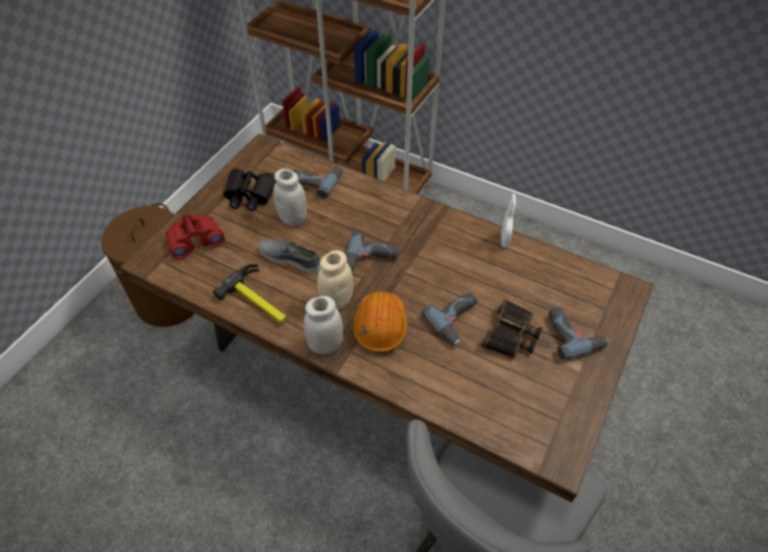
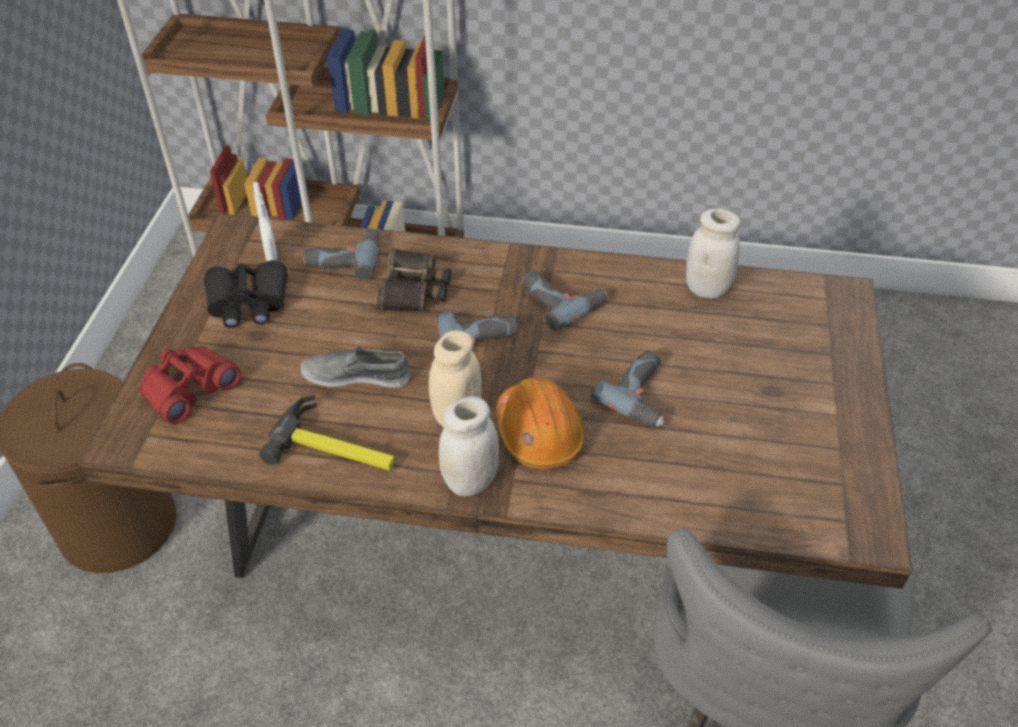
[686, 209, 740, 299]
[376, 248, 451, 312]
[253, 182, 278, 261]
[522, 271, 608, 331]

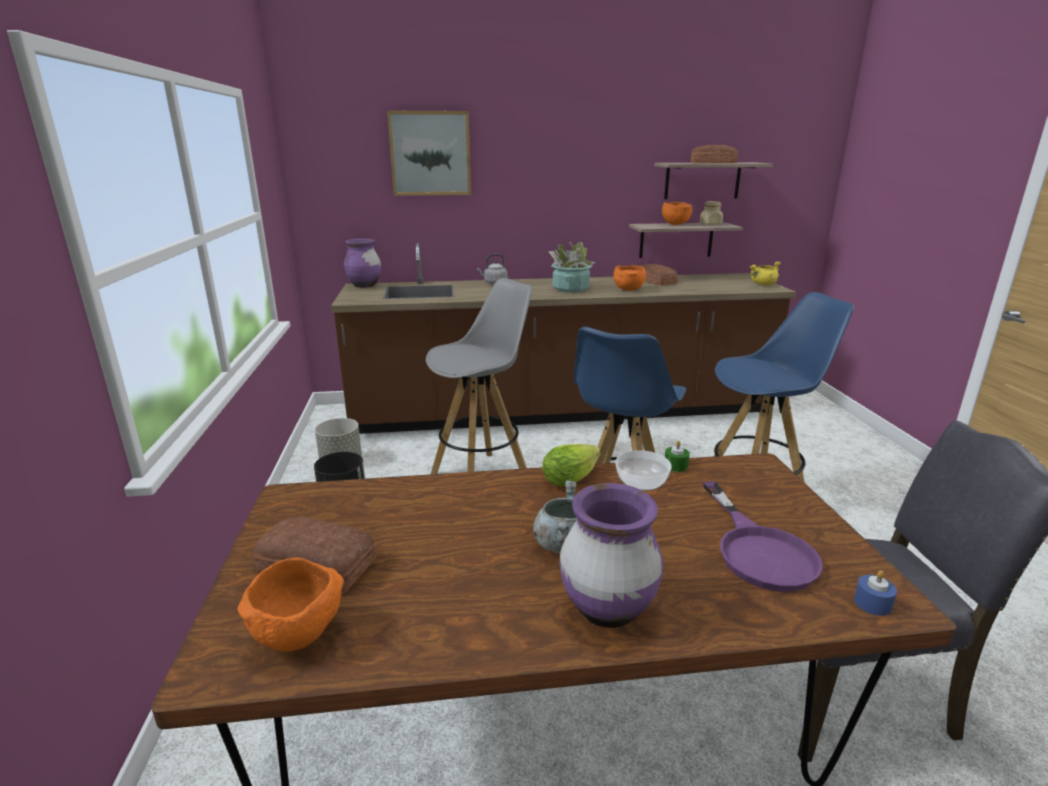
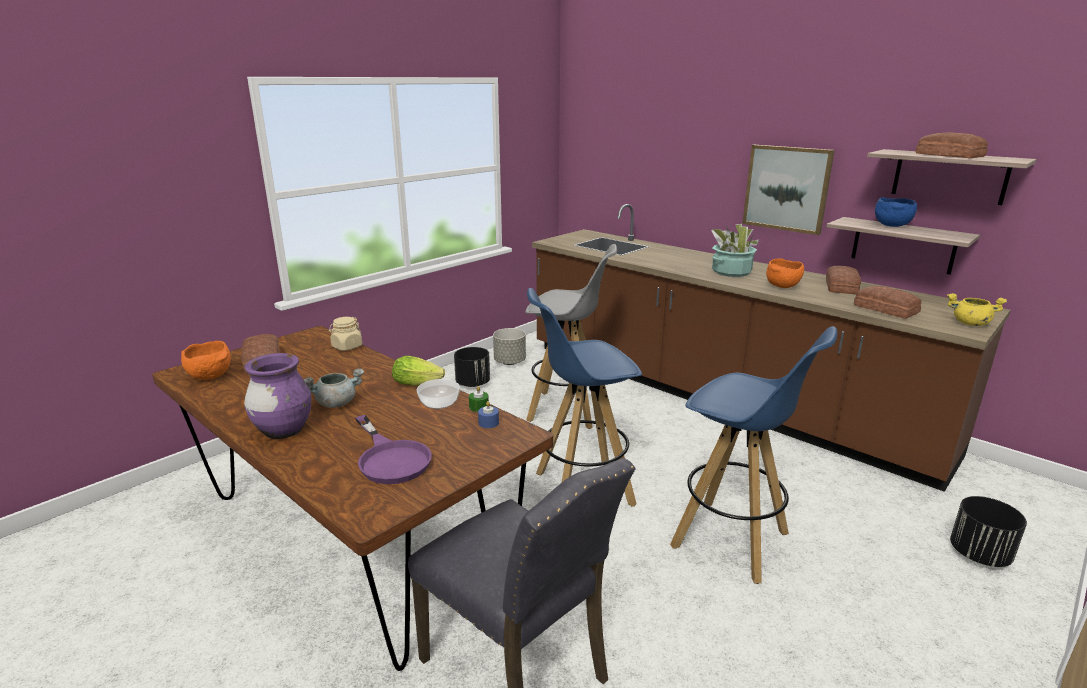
[344, 239, 381, 288] (first image)
[477, 254, 508, 284] (first image)
[854, 286, 921, 319]
[950, 496, 1027, 567]
[742, 145, 835, 235]
[329, 317, 362, 351]
[478, 401, 499, 428]
[875, 197, 917, 227]
[355, 415, 432, 484]

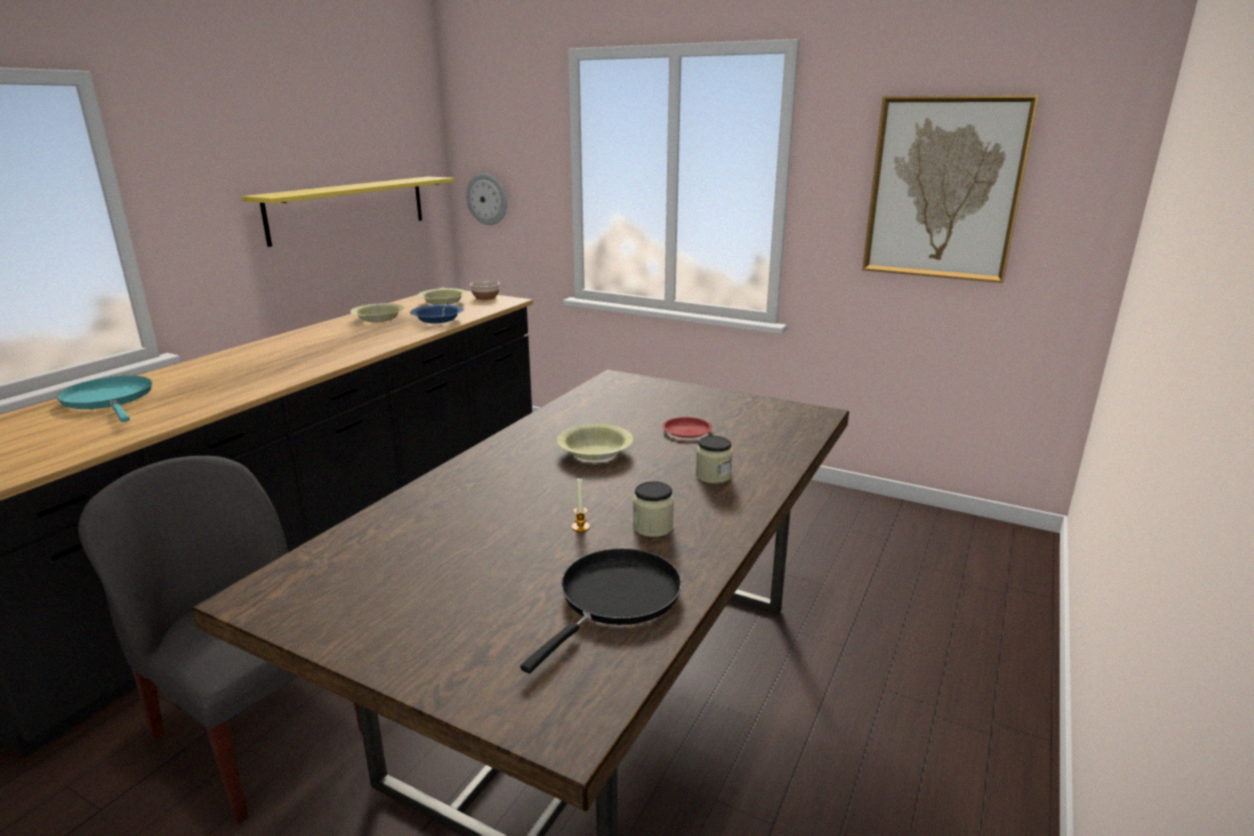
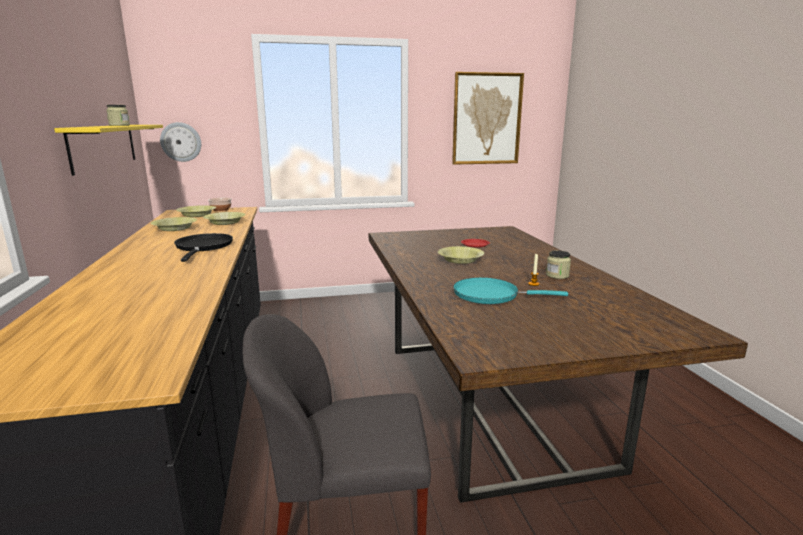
[453, 278, 568, 304]
[174, 233, 233, 262]
[106, 105, 130, 126]
[203, 212, 246, 225]

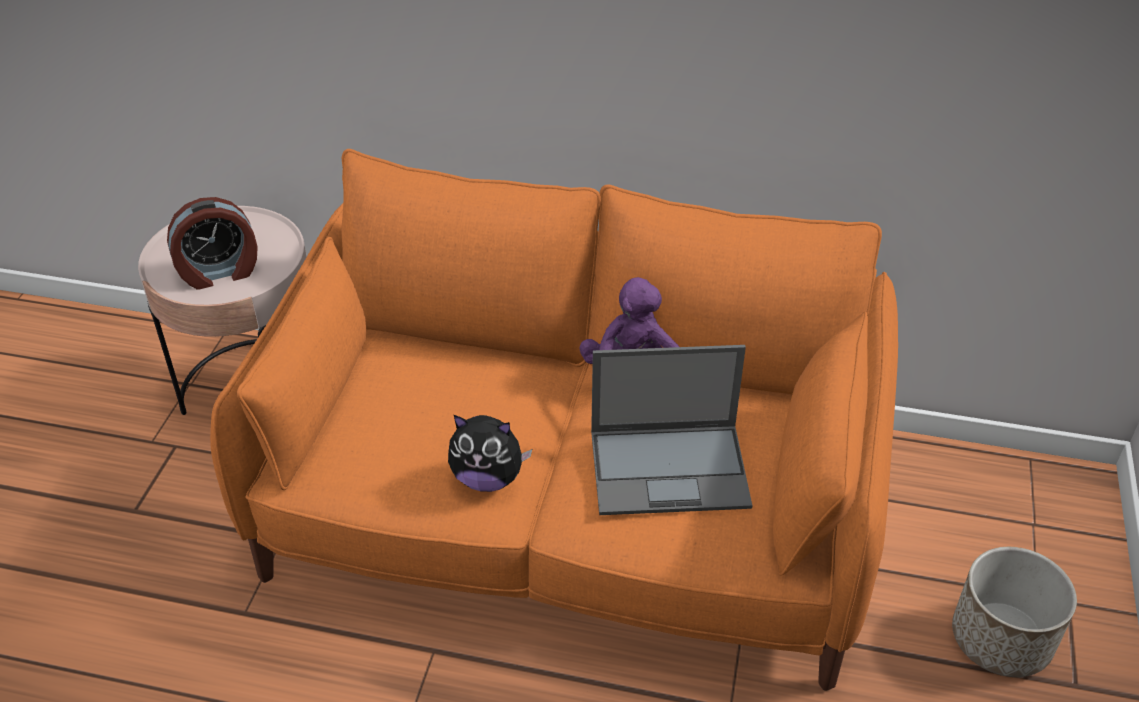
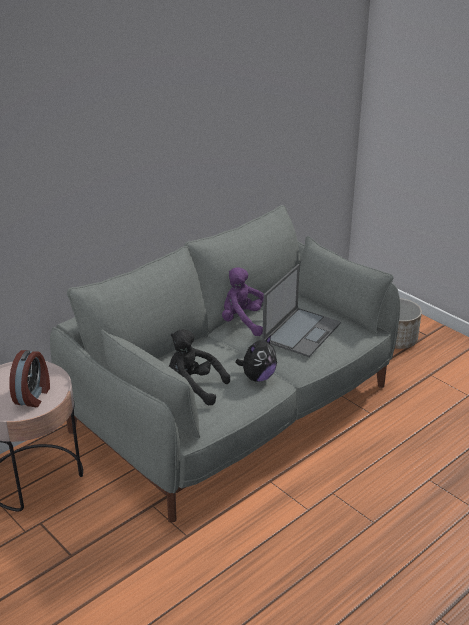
[169, 329, 230, 405]
[50, 205, 400, 522]

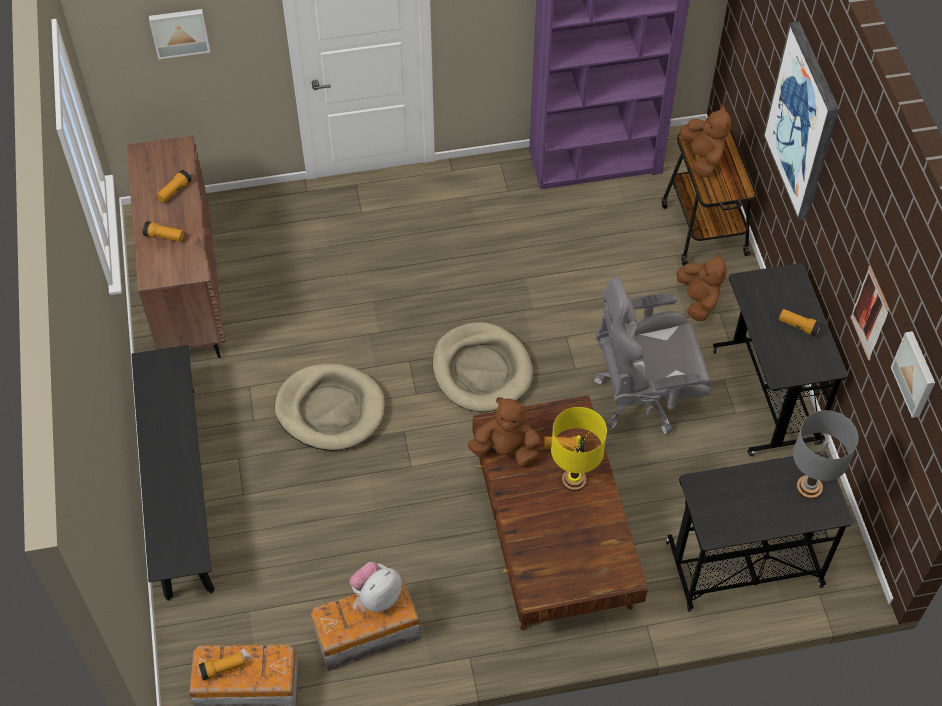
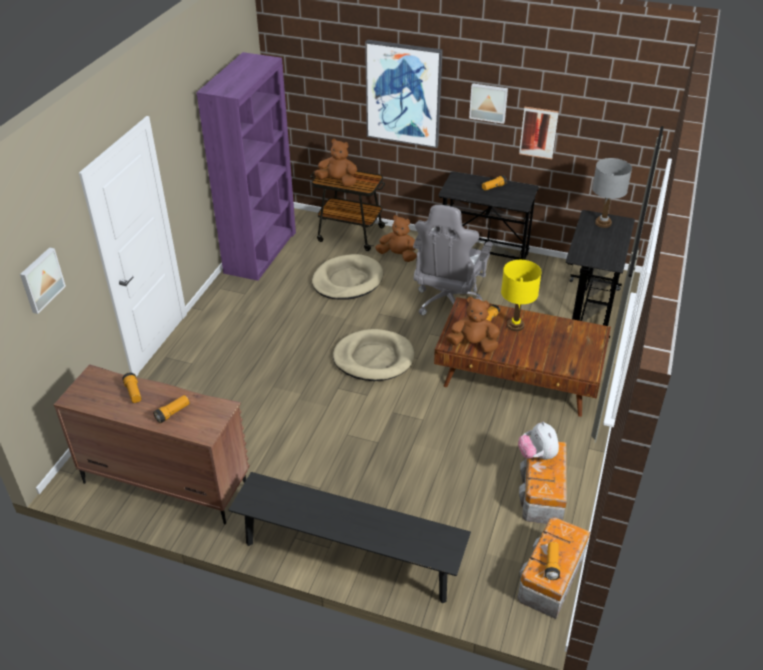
[312, 254, 383, 300]
[469, 83, 508, 124]
[446, 297, 500, 353]

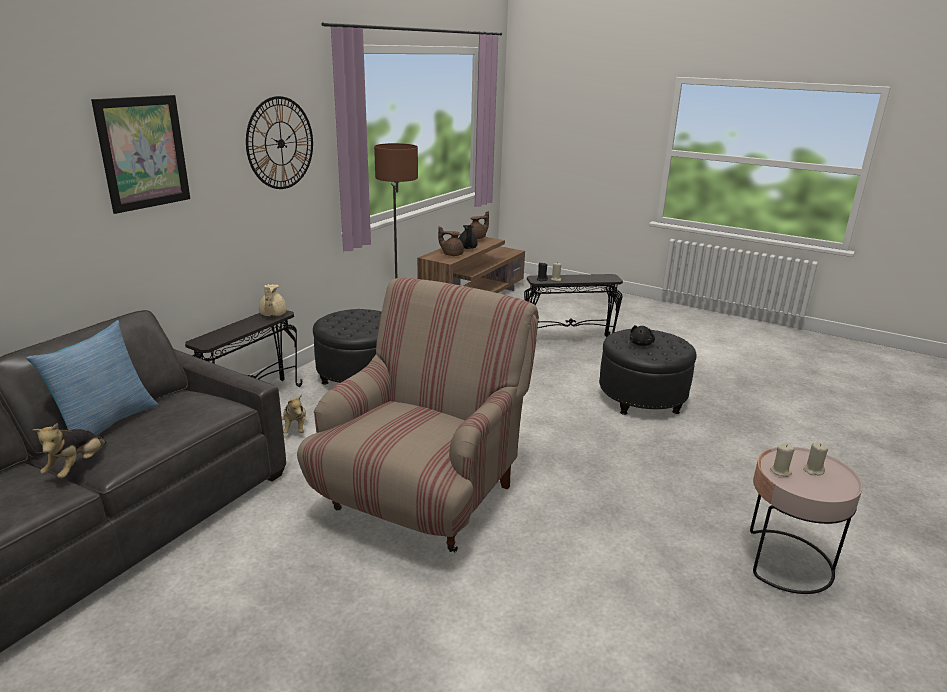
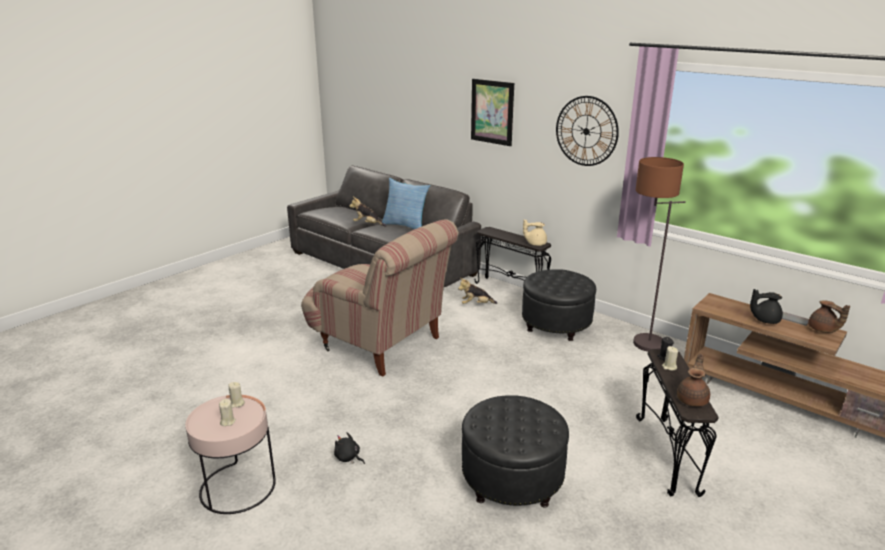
[677, 353, 710, 406]
[334, 432, 365, 464]

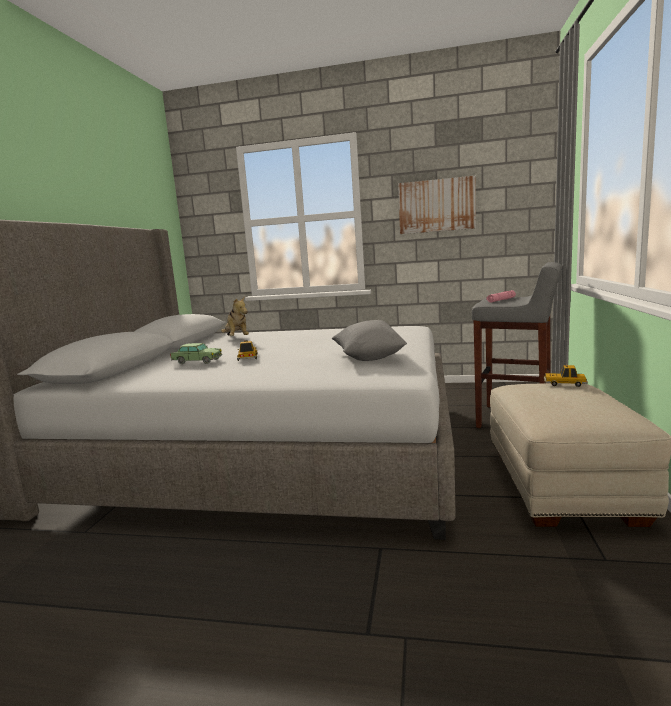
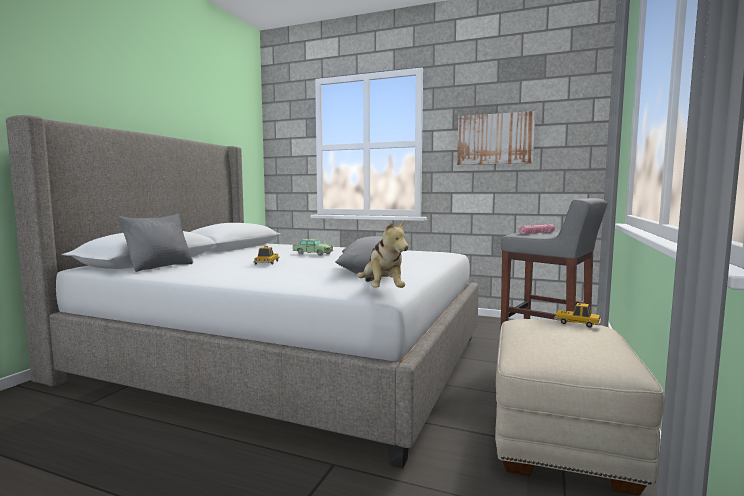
[118, 214, 193, 272]
[293, 239, 333, 256]
[357, 219, 408, 288]

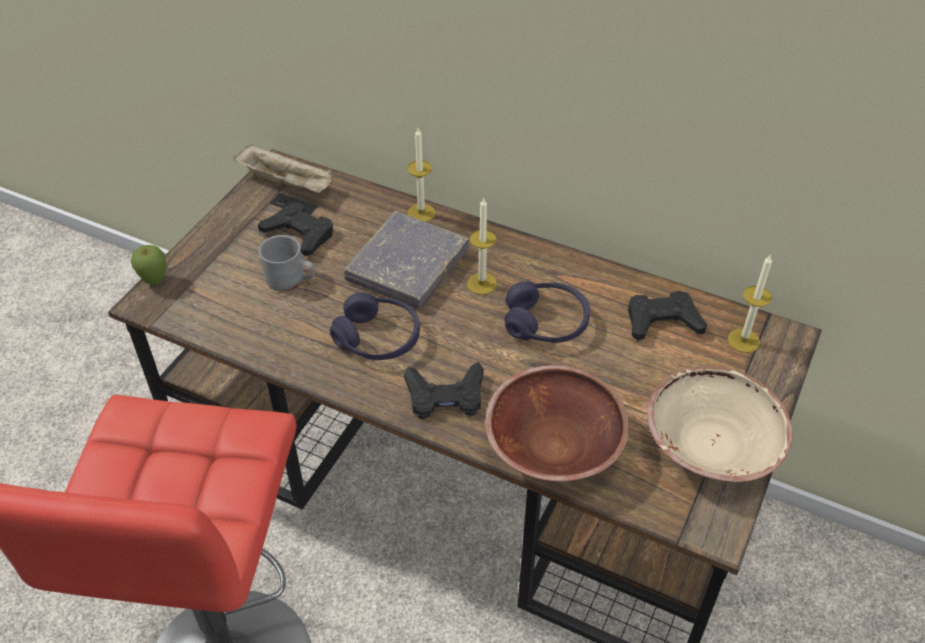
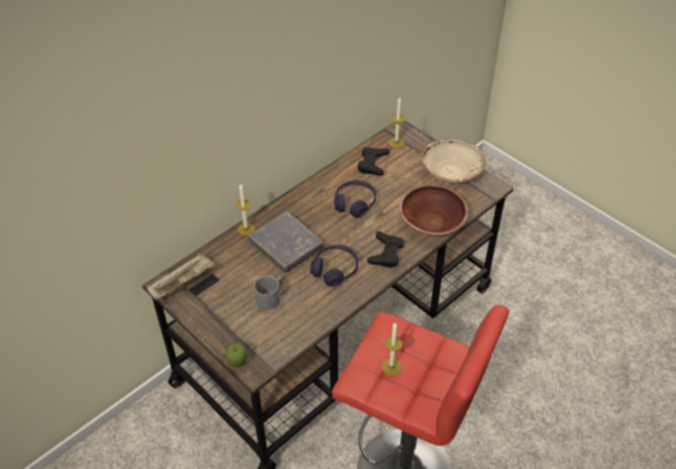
[258, 202, 333, 256] (first image)
[382, 322, 402, 376]

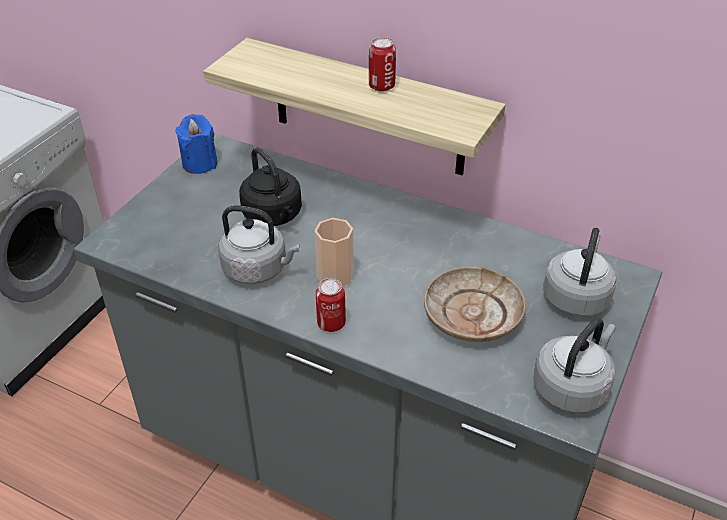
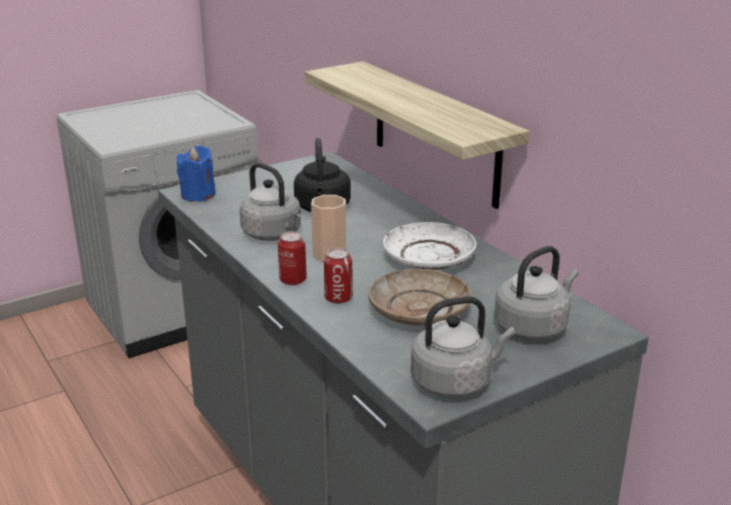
[383, 222, 477, 271]
[177, 146, 216, 201]
[324, 248, 353, 304]

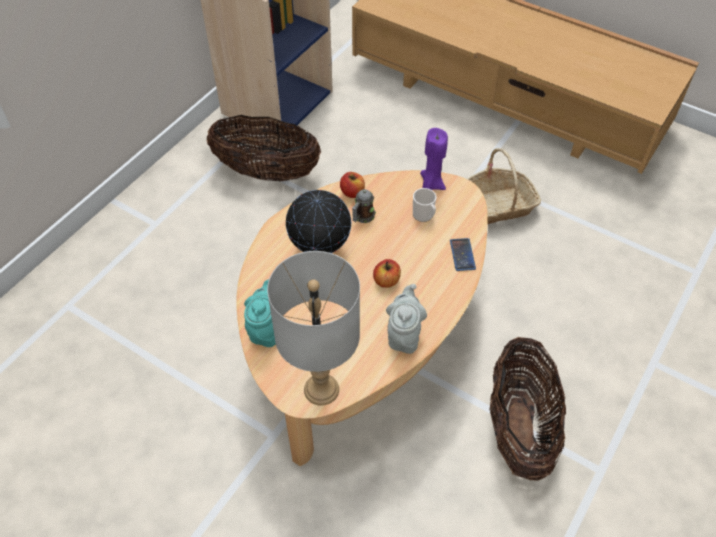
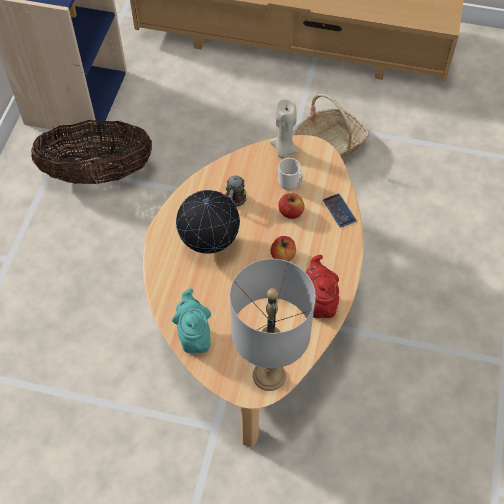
[489, 337, 566, 481] (first image)
[278, 193, 304, 219]
[306, 255, 339, 318]
[270, 99, 300, 159]

